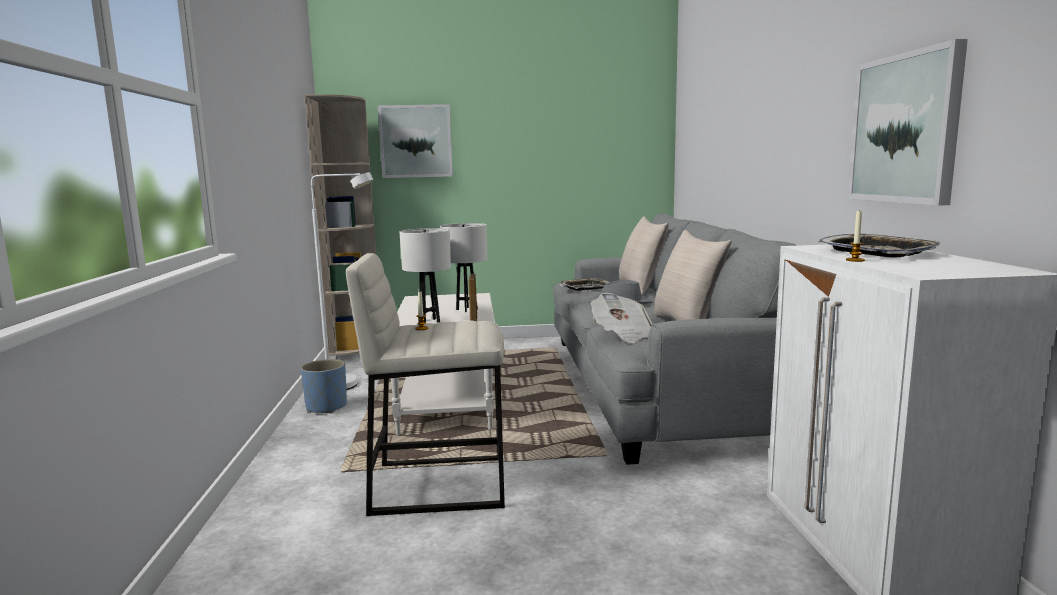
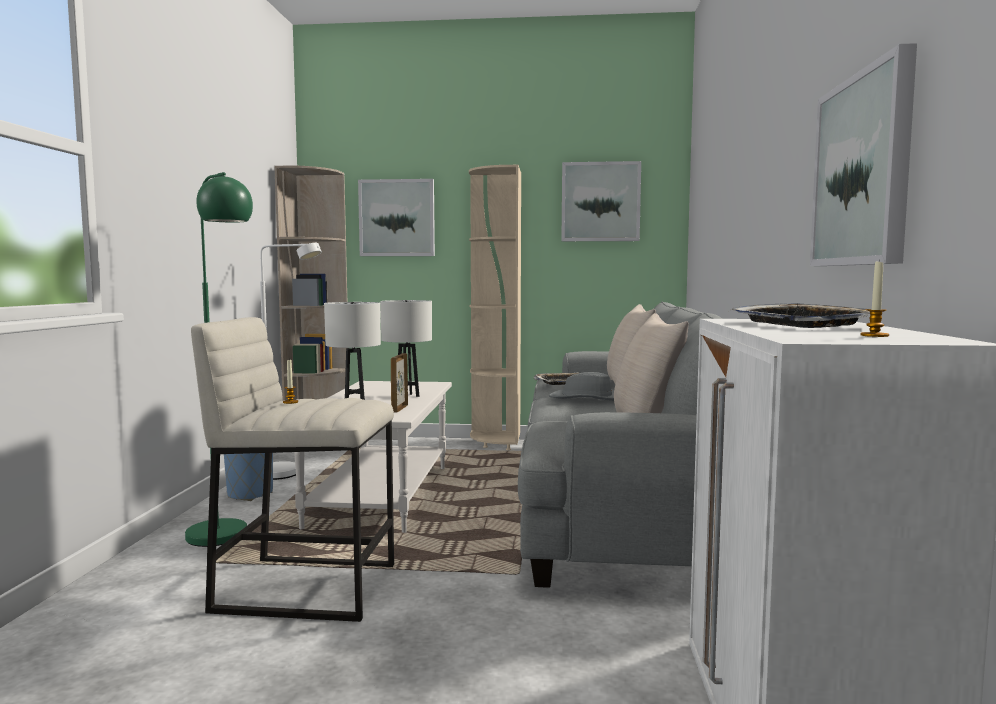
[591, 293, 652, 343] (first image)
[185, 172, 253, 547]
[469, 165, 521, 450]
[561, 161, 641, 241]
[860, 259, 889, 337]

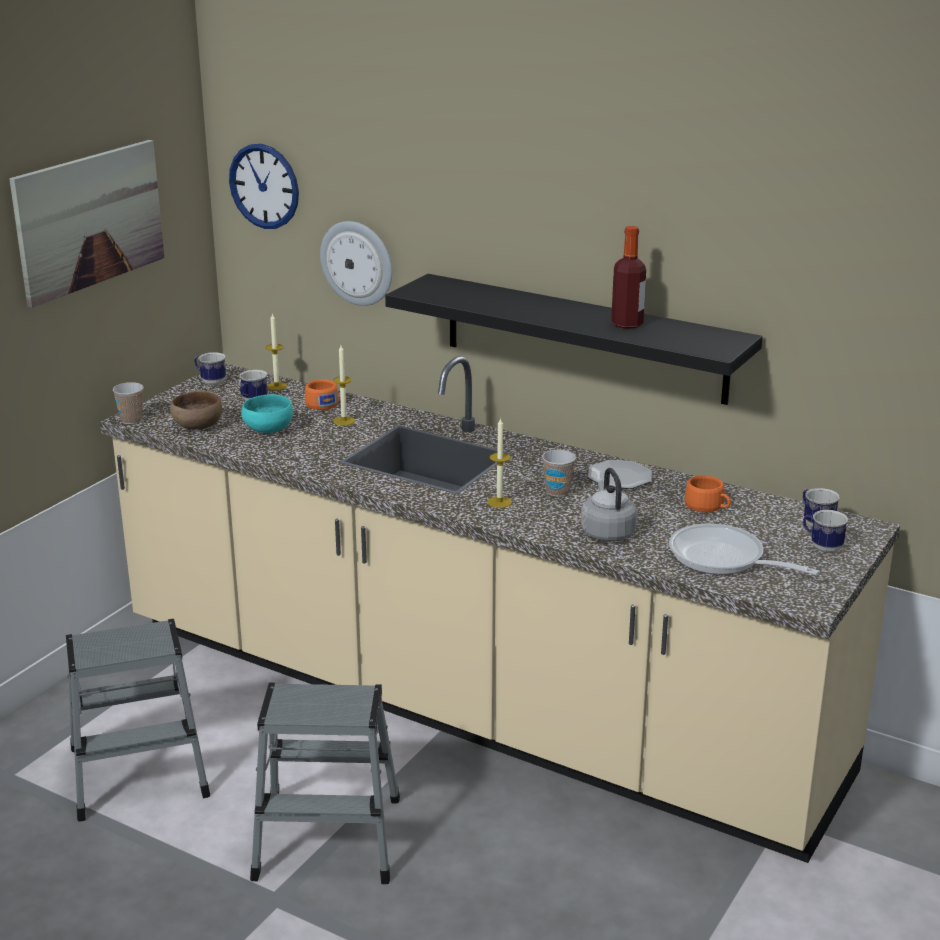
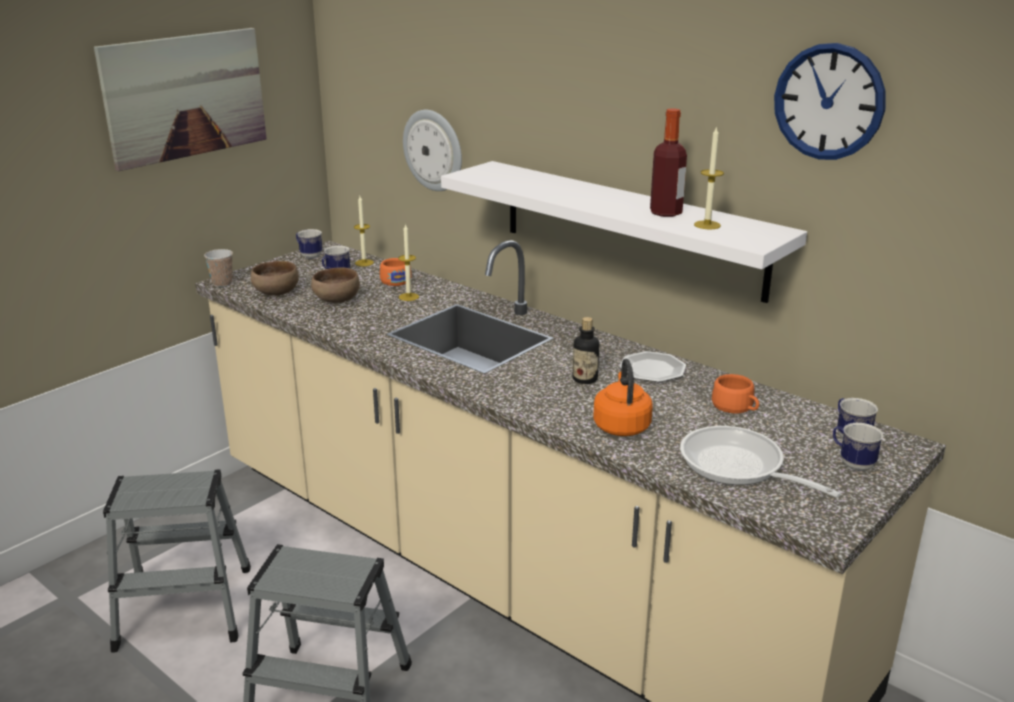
[774, 43, 886, 160]
[694, 126, 724, 229]
[573, 317, 599, 384]
[311, 268, 360, 303]
[441, 161, 807, 303]
[593, 359, 653, 436]

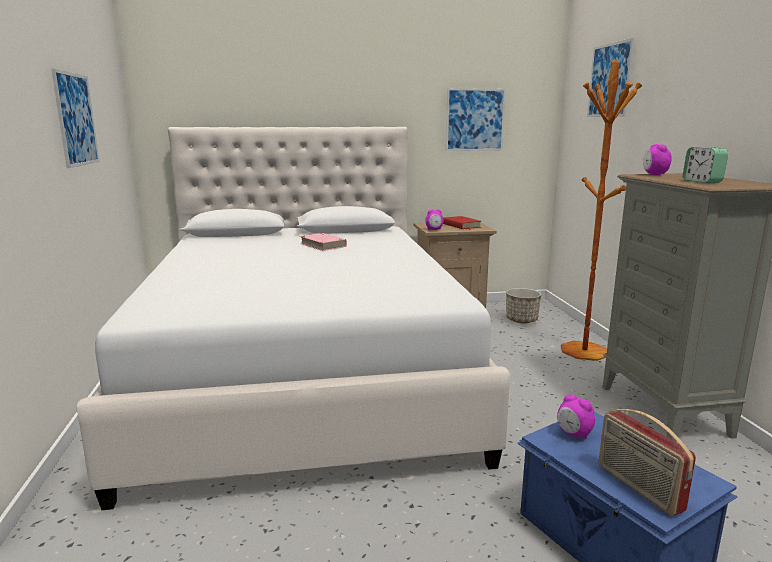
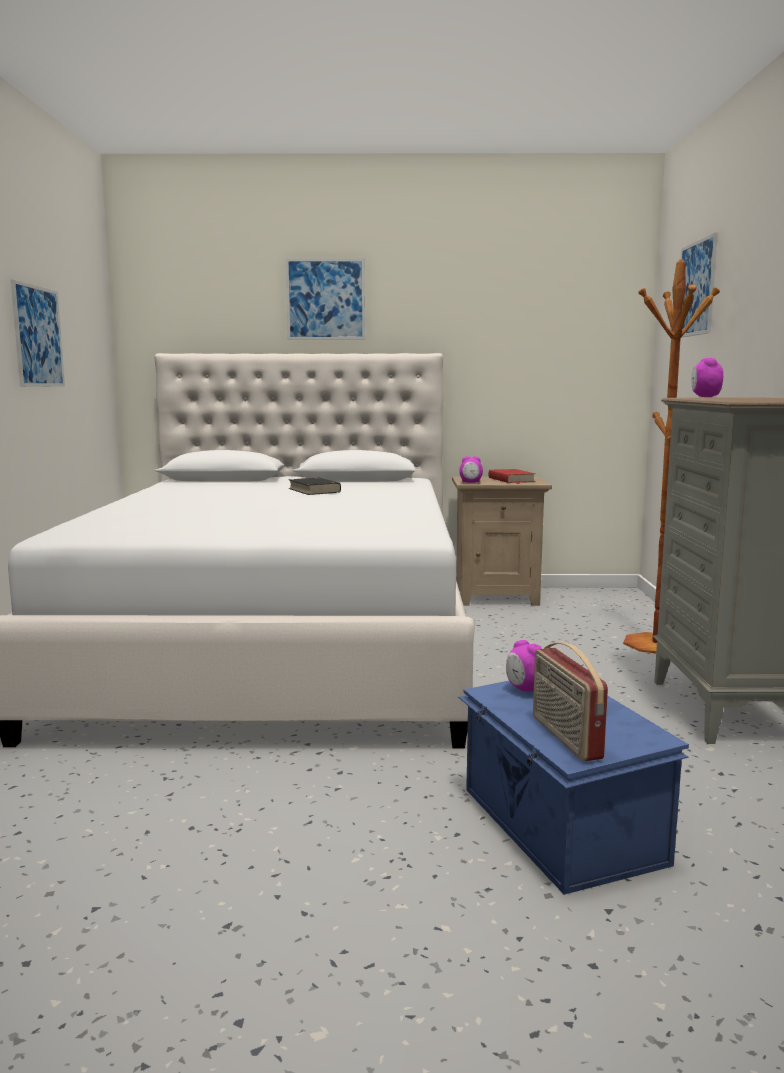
[506, 288, 541, 323] (first image)
[683, 147, 728, 183] (first image)
[286, 258, 365, 340]
[289, 477, 341, 495]

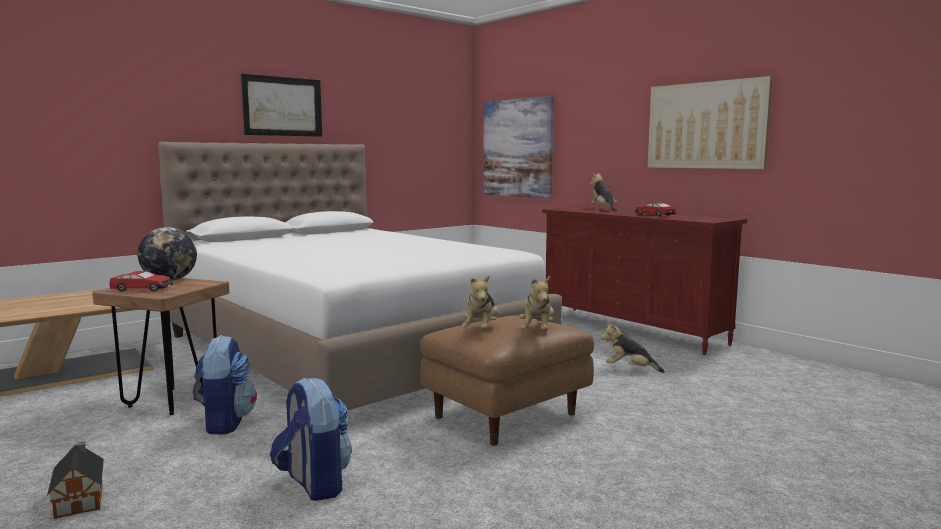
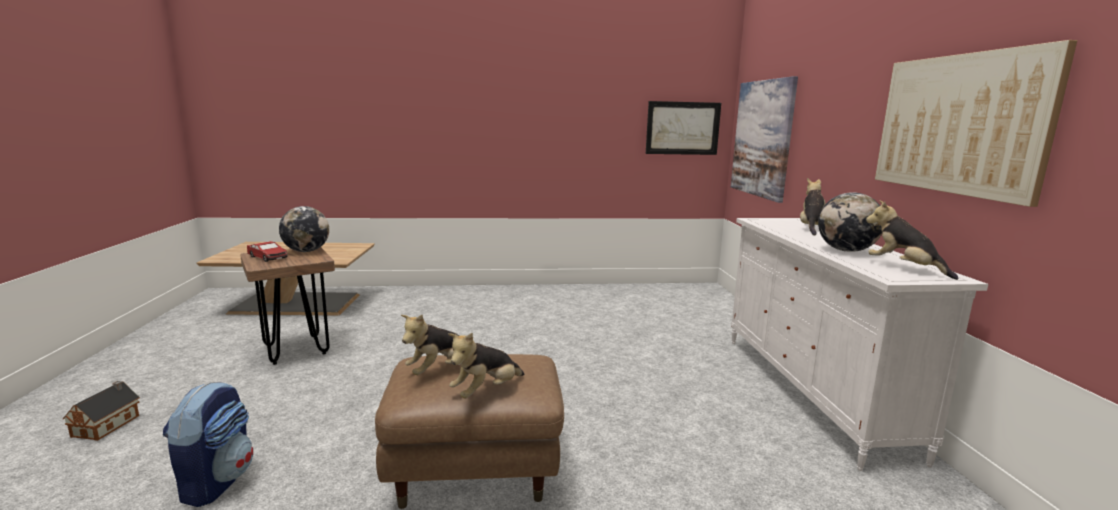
[158, 142, 562, 410] (first image)
[193, 335, 257, 435] (first image)
[646, 101, 721, 155]
[866, 200, 959, 280]
[818, 192, 882, 252]
[731, 218, 988, 471]

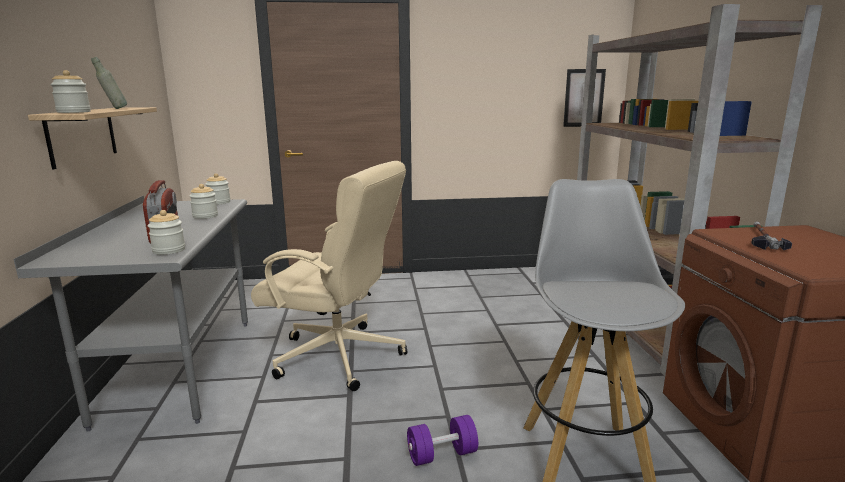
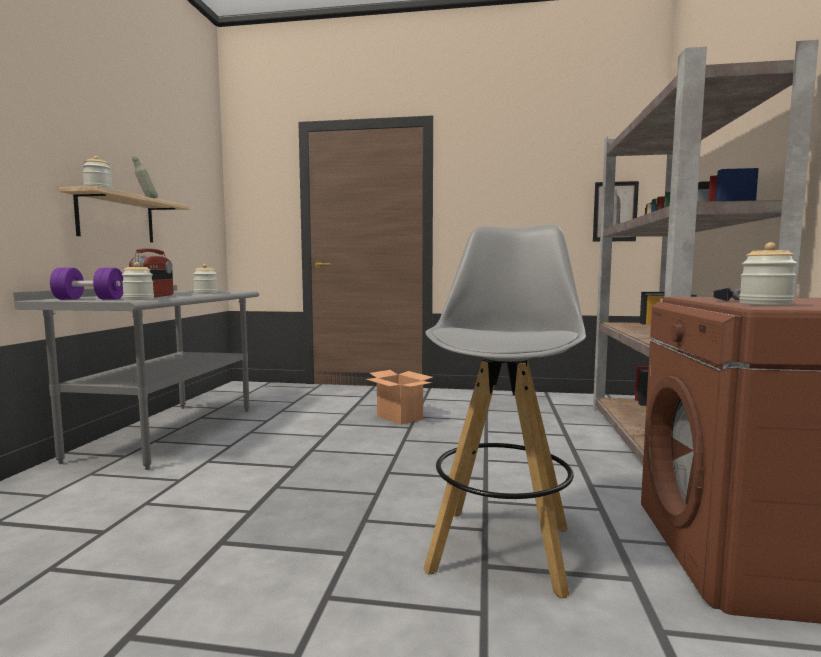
[251, 161, 407, 391] (first image)
[366, 370, 433, 425]
[739, 242, 797, 305]
[50, 268, 123, 300]

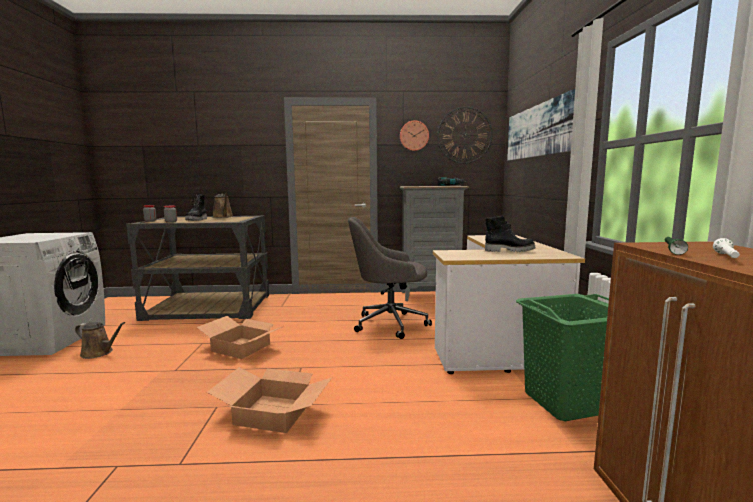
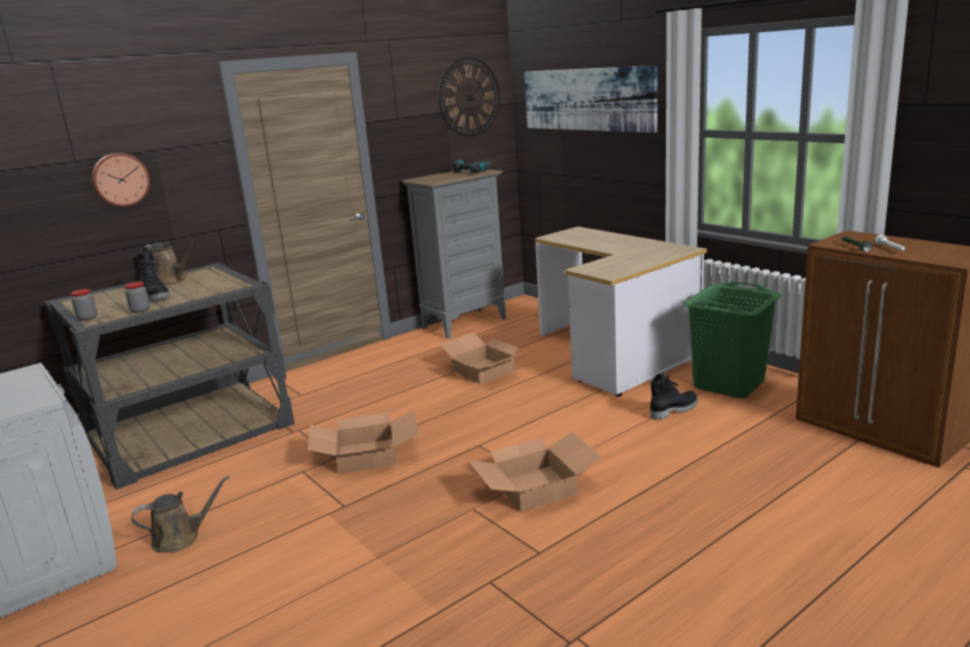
[92, 153, 150, 207]
[650, 372, 698, 420]
[440, 332, 526, 384]

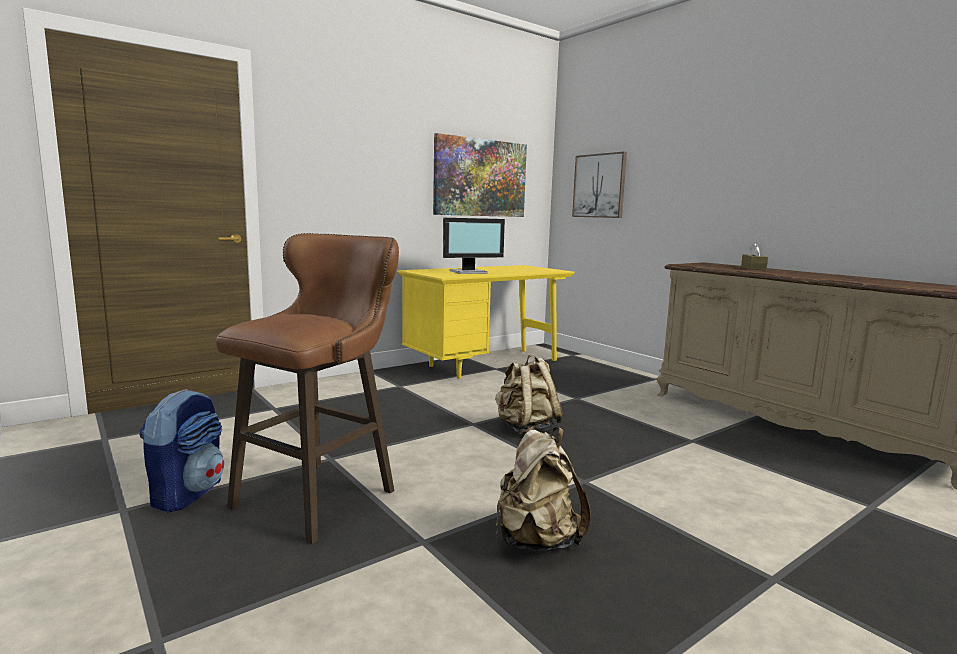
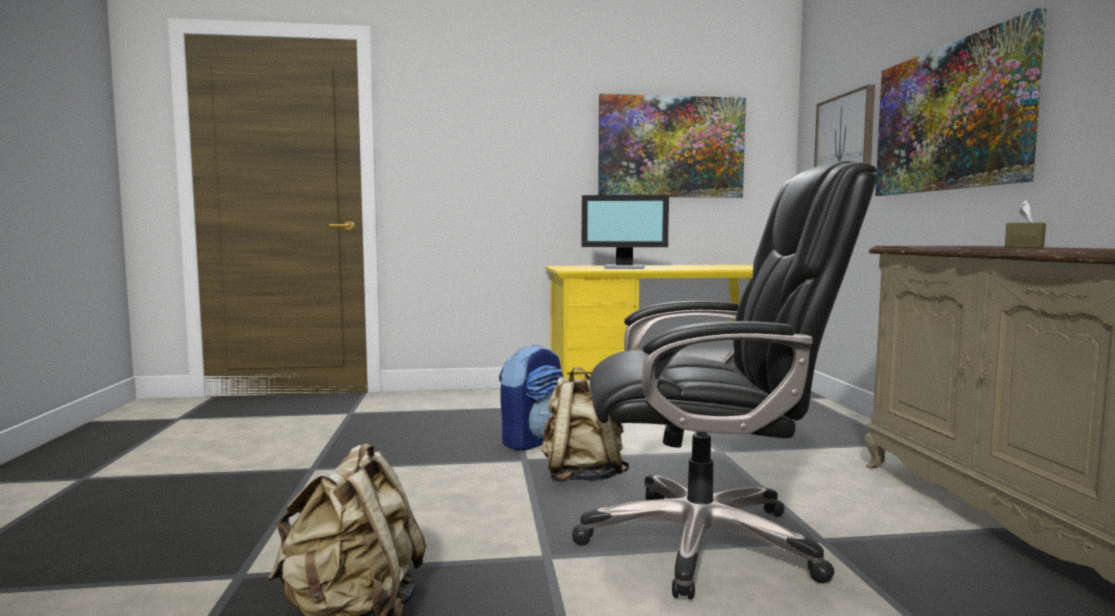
[216, 233, 399, 544] (first image)
[572, 161, 877, 599]
[875, 8, 1046, 196]
[499, 344, 564, 450]

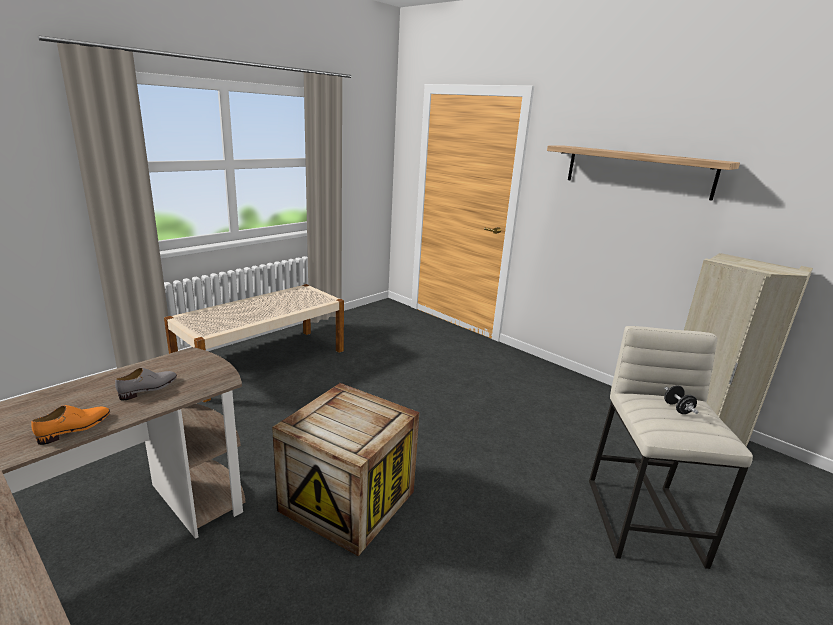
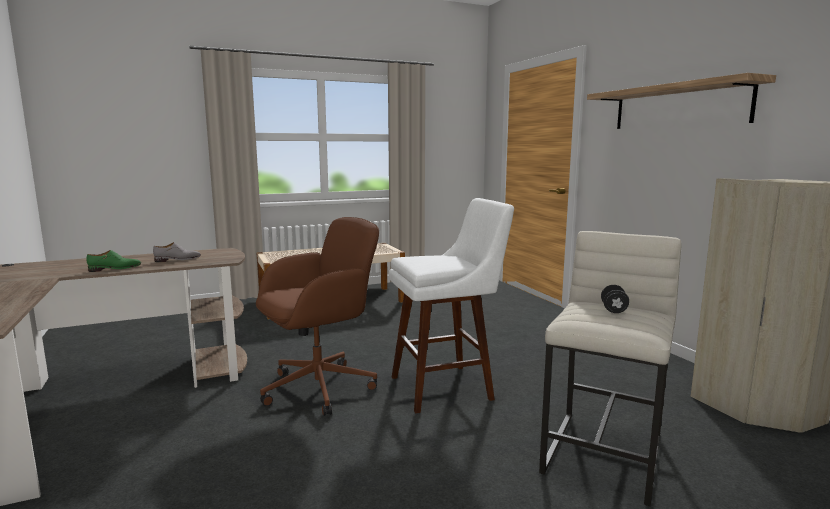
[389, 198, 514, 413]
[256, 217, 379, 416]
[86, 250, 141, 272]

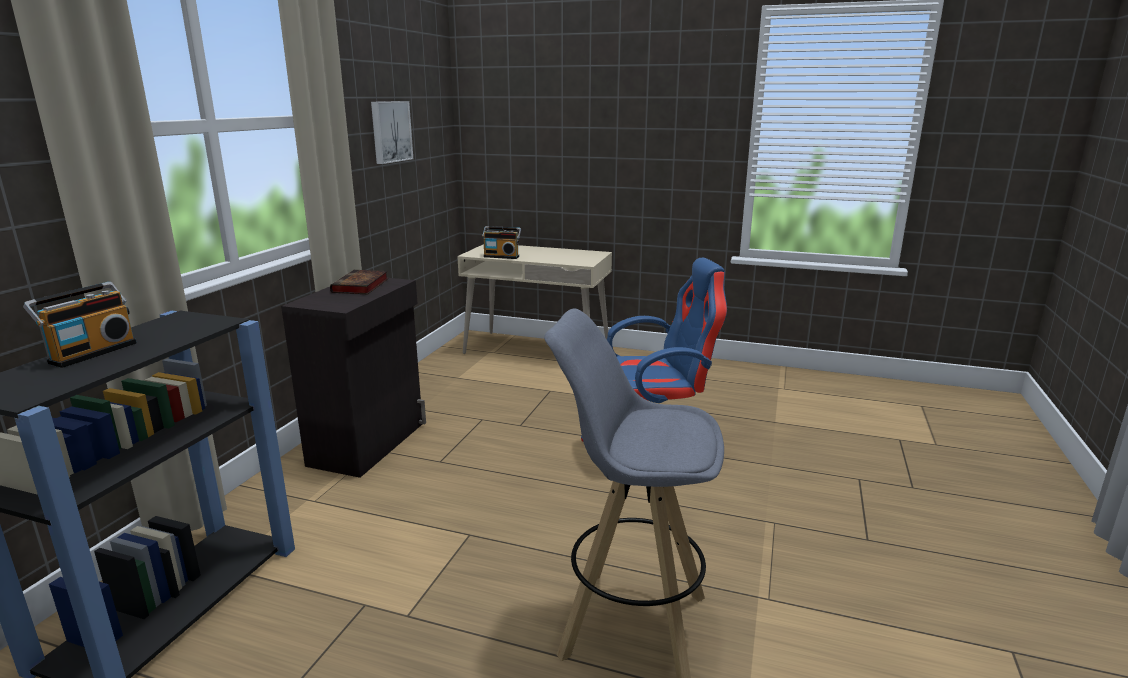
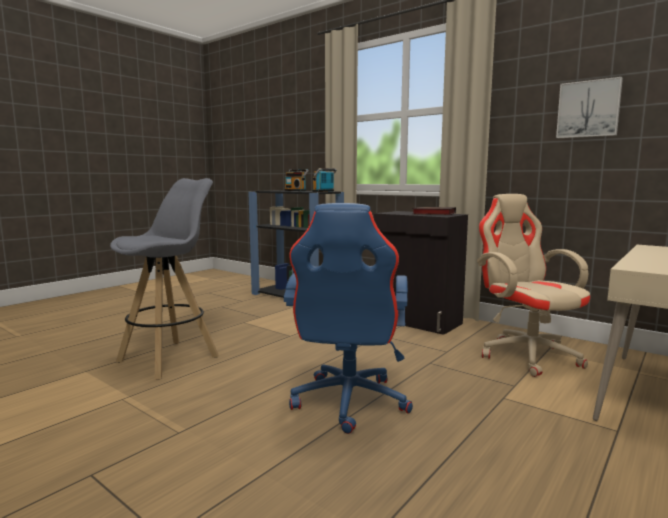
[477, 194, 590, 377]
[312, 168, 337, 192]

